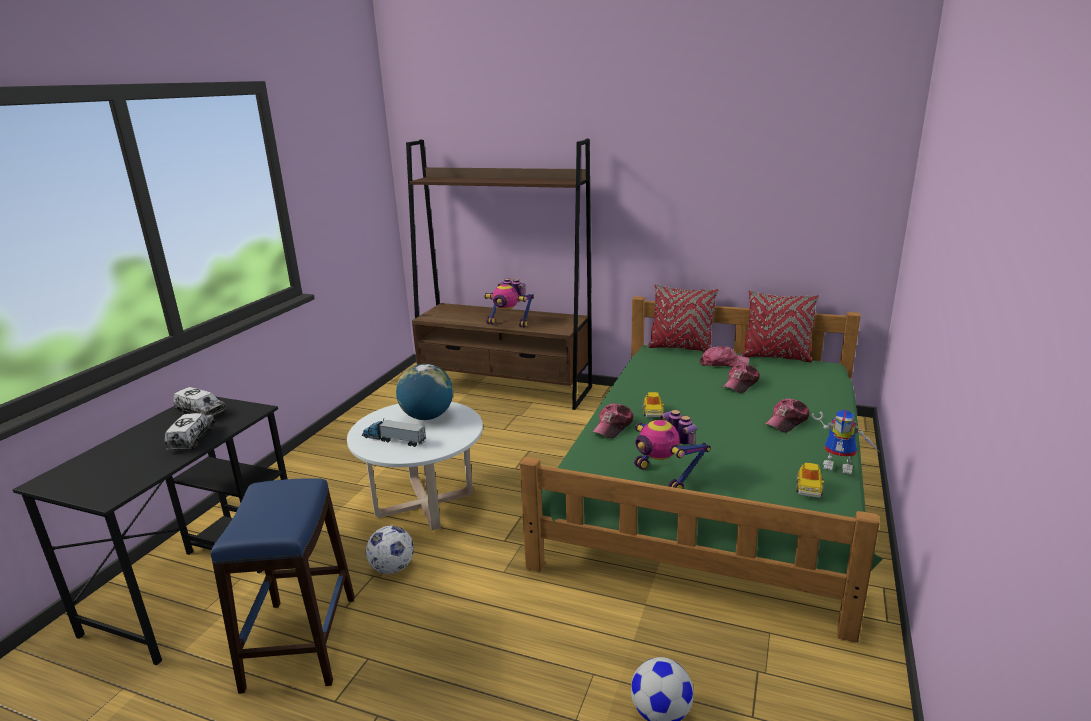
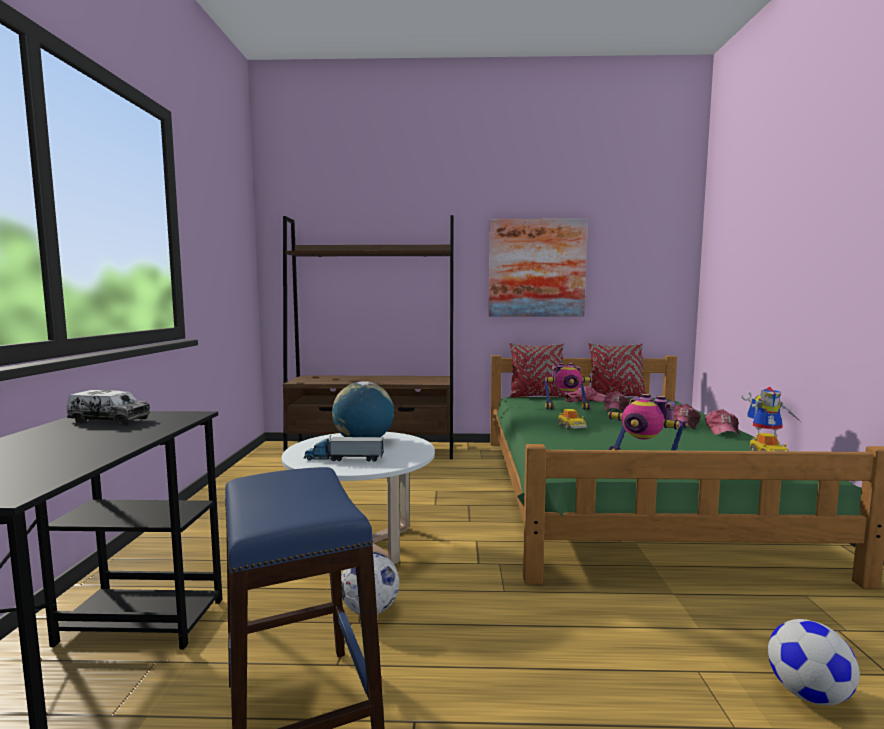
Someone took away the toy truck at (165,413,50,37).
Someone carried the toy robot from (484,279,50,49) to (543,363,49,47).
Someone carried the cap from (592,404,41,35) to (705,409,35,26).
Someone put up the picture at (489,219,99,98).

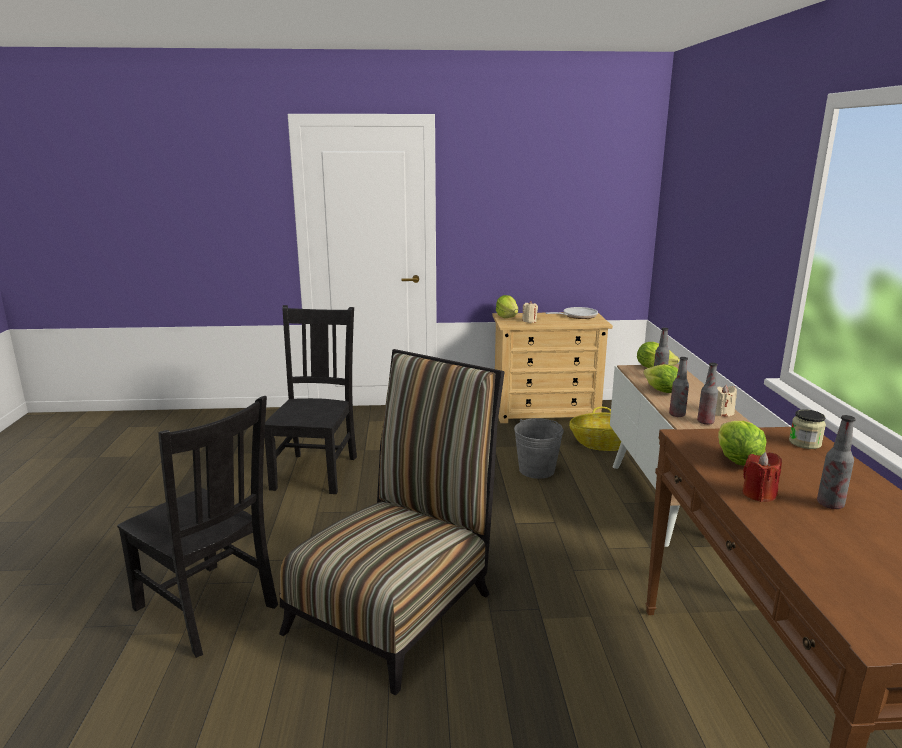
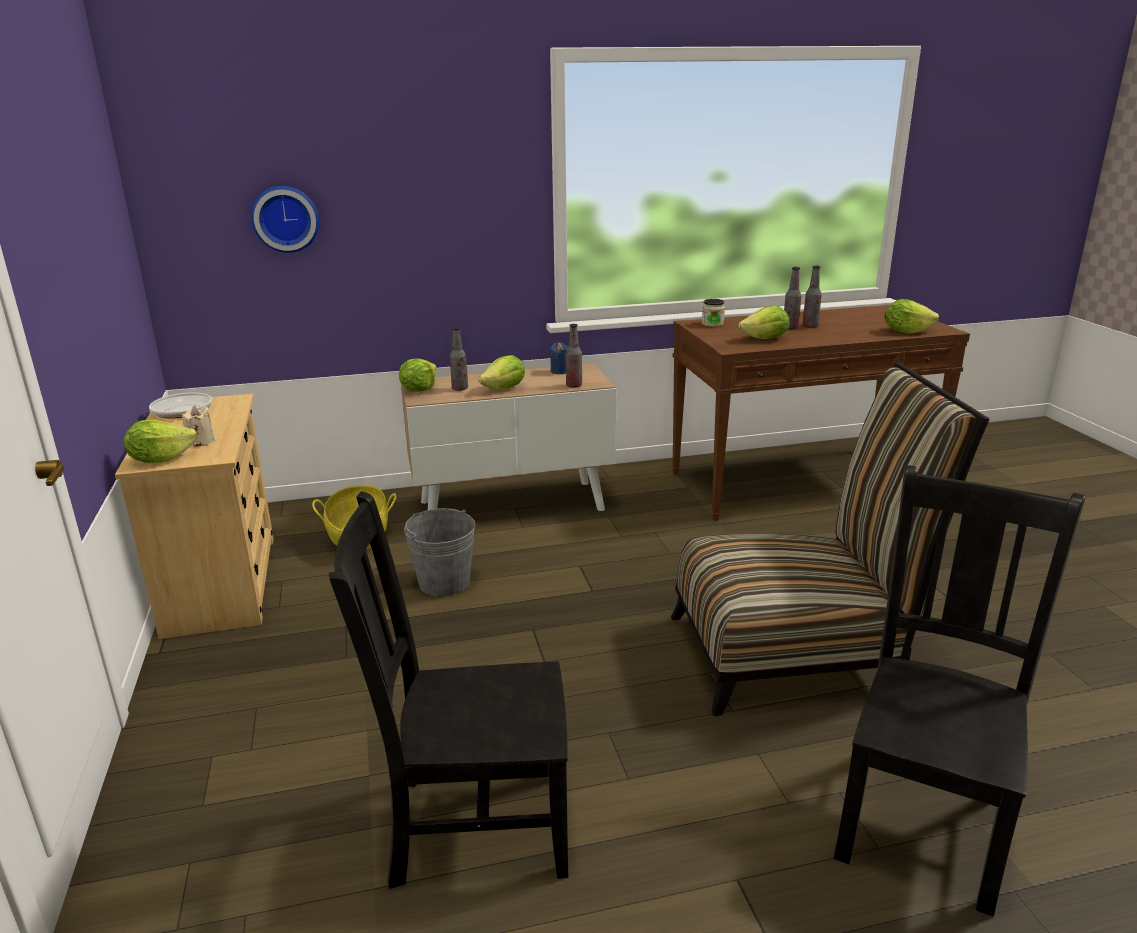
Someone rotated the chair at (279,349,226,346) by 150 degrees clockwise.
Someone carried the bottle from (697,363,21,62) to (784,267,18,62).
Someone repainted the candle in beige at (715,385,22,31), which became the candle in blue at (549,342,19,32).
Someone took away the candle in red at (743,452,39,50).
Someone put up the wall clock at (251,186,68,67).
Someone put down the lettuce at (885,299,54,35).

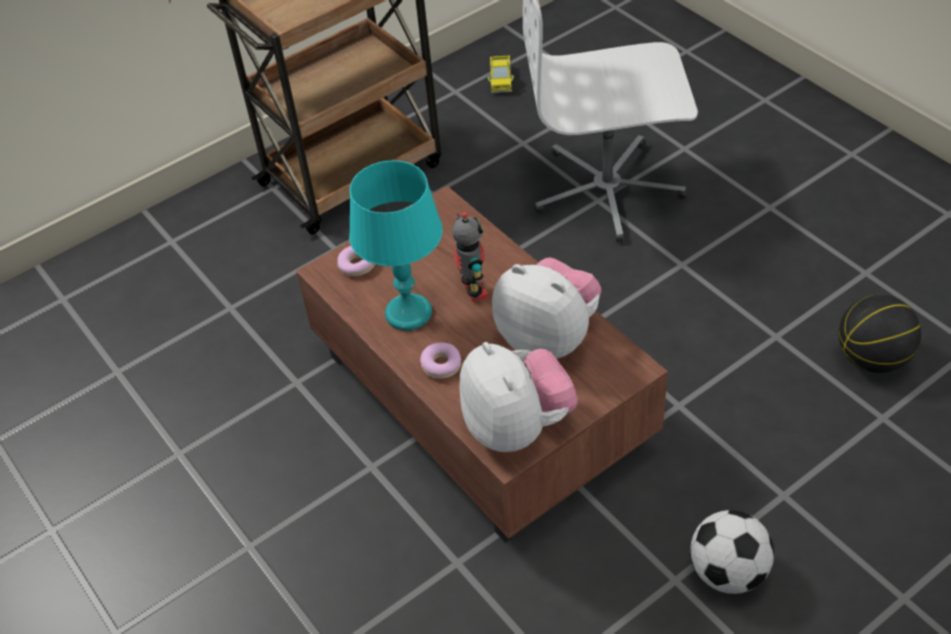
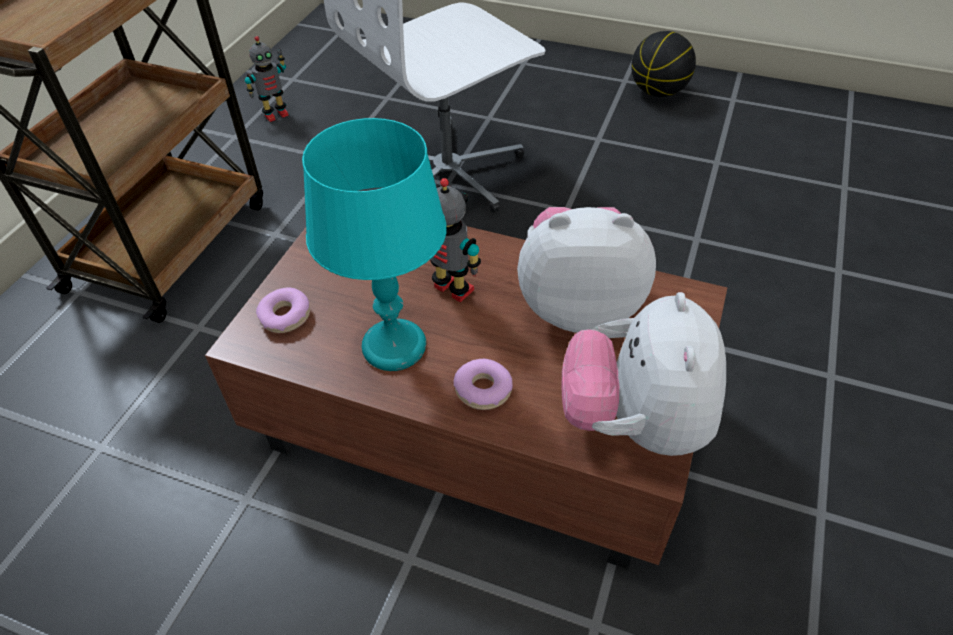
Someone rotated the plush toy at (459,342,118,110) by 120 degrees counterclockwise.
Someone swapped the toy truck at (488,56,26,37) for the toy robot at (245,36,44,86).
Someone took away the football at (690,510,84,84).
Someone carried the basketball from (839,295,82,78) to (631,31,65,66).

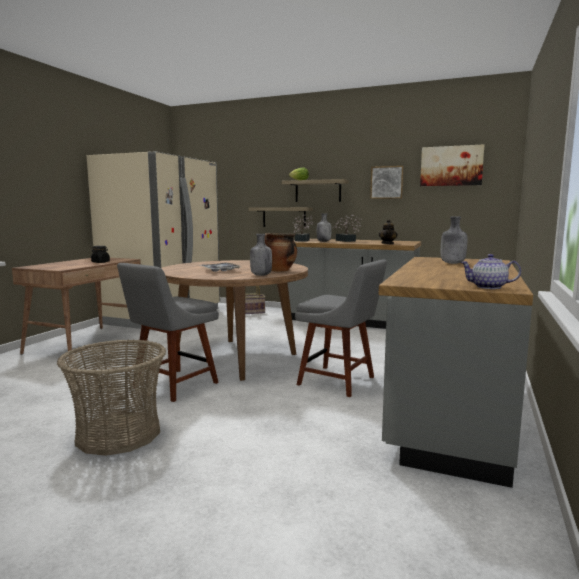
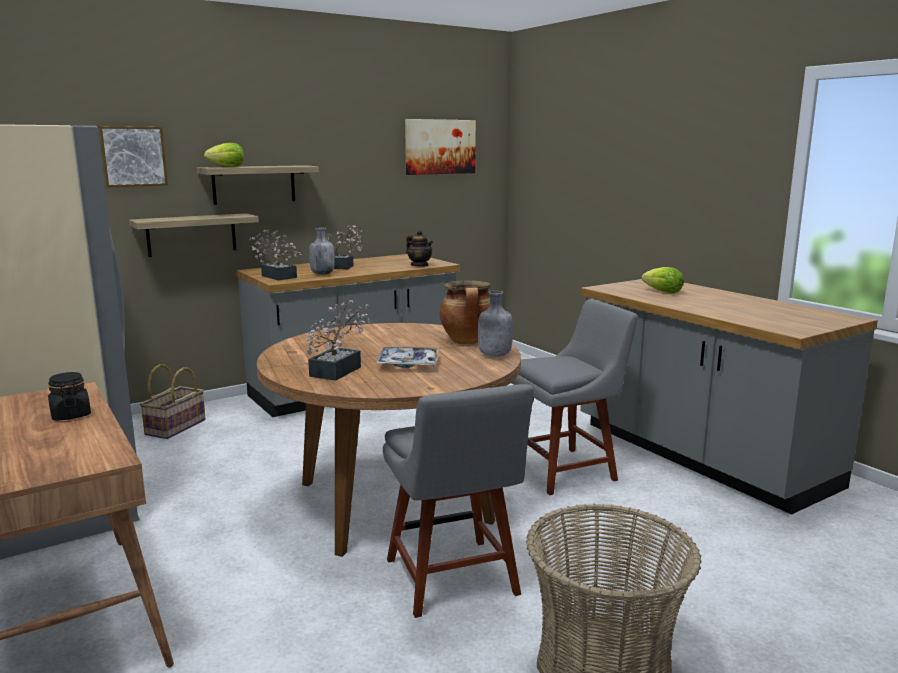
Someone carried the picture from (370,166,34,33) to (98,126,70,61).
Someone swapped the bottle in grey at (441,216,26,48) for the lettuce at (642,267,42,27).
Someone took away the teapot at (460,254,61,35).
Someone put down the potted plant at (306,300,65,81).

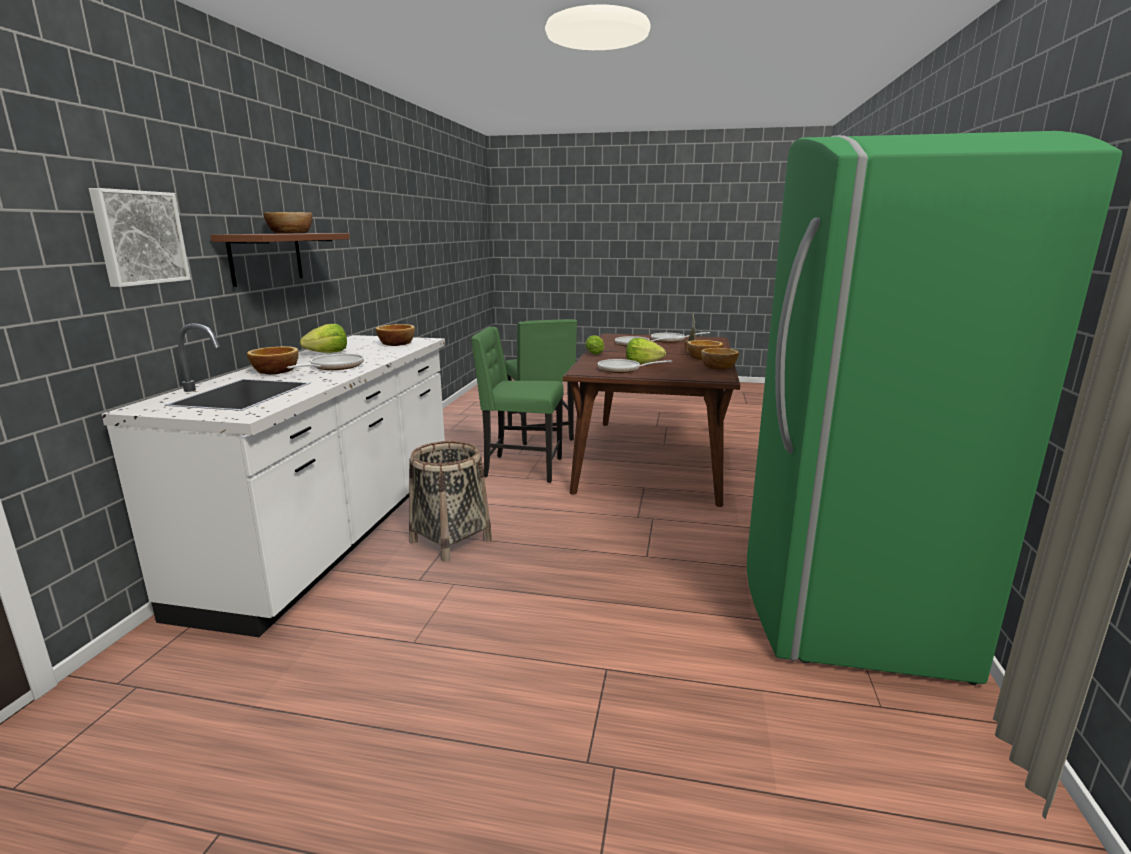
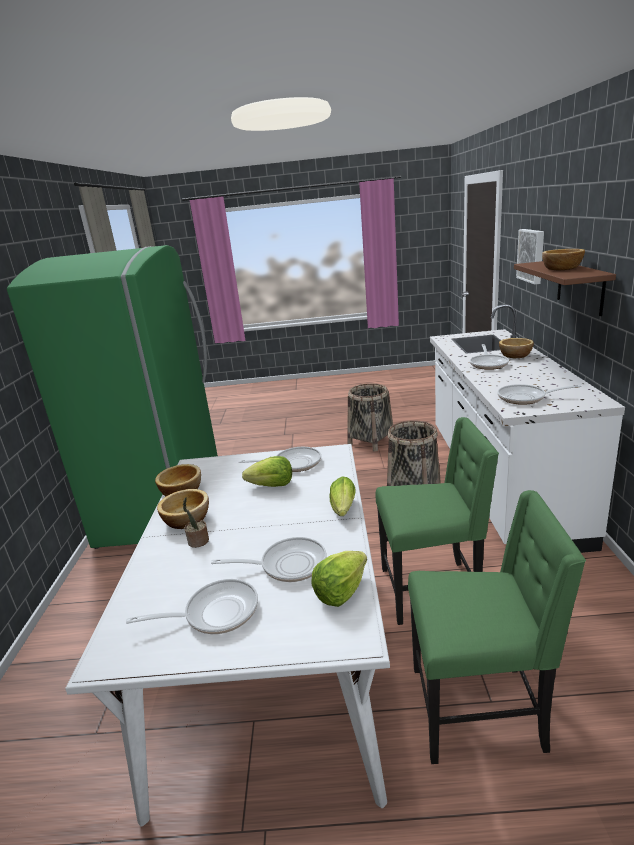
Someone carried the lettuce from (300,324,47,29) to (311,551,56,56).
Someone swapped the bowl at (376,324,39,22) for the frying pan at (497,384,85,21).
Someone rotated the chair in green at (505,319,72,126) by 120 degrees clockwise.
Someone repainted the dining table in brown at (563,333,177,174), which became the dining table in white at (65,444,325,383).
Someone put down the basket at (347,383,46,69).

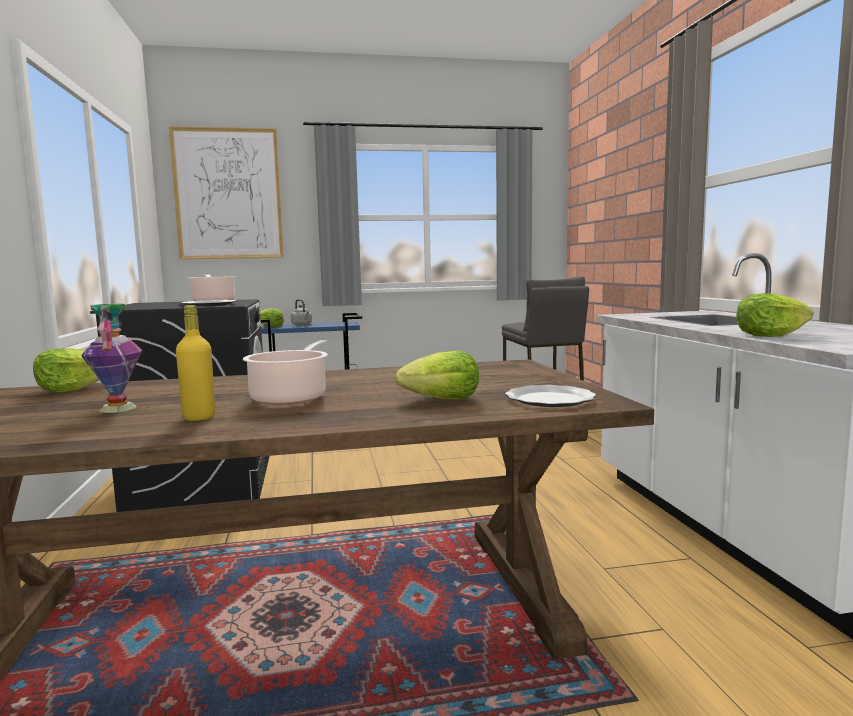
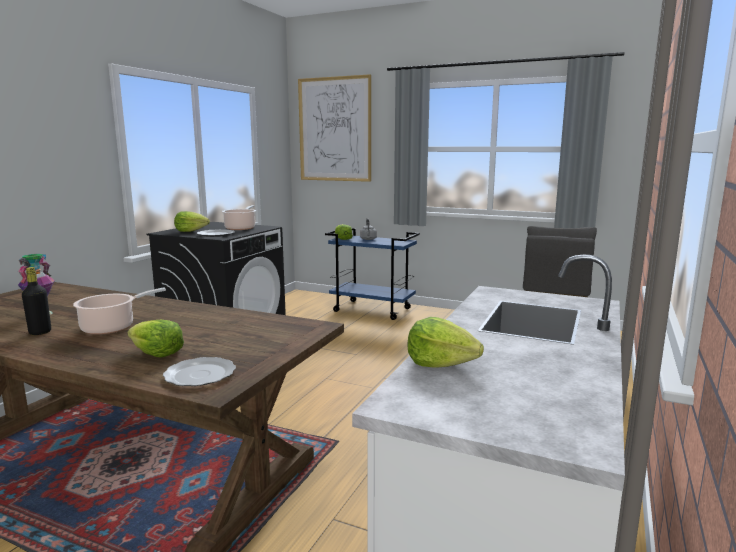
Someone carried the lettuce from (33,348,66,44) to (174,211,36,21).
Someone repainted the bottle in yellow at (176,305,39,116), which became the bottle in black at (22,267,29,68).

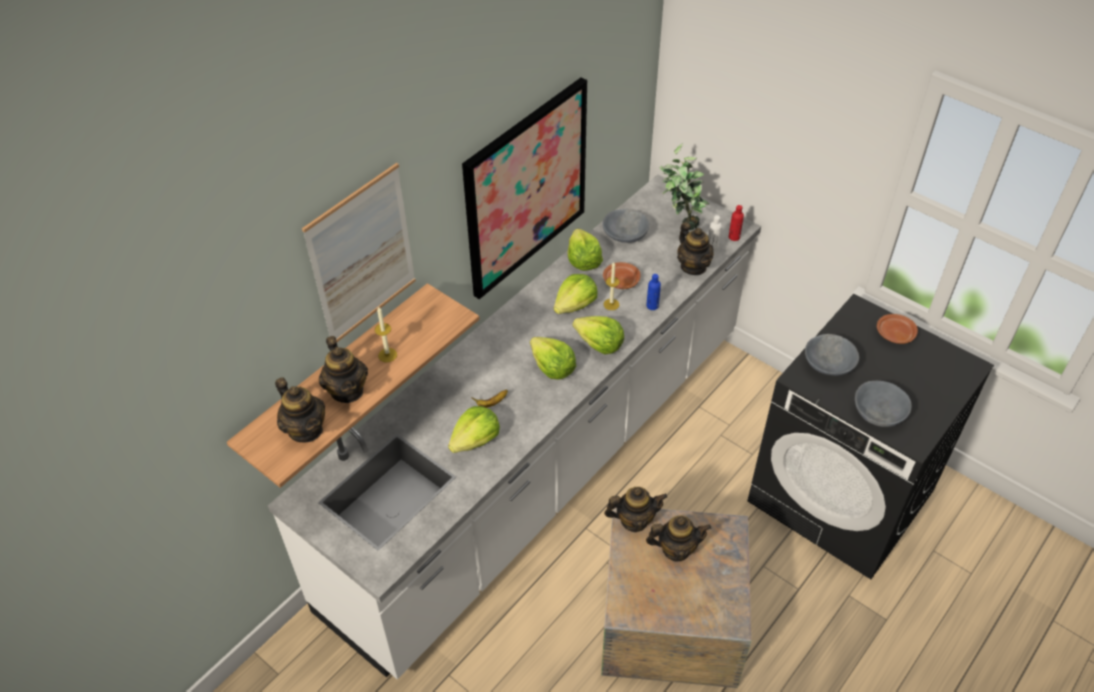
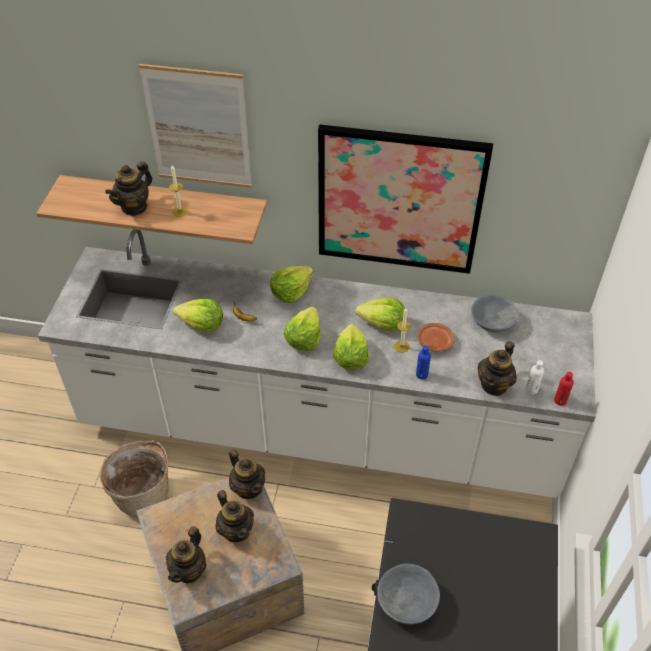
Someone carried the teapot from (275,377,50,66) to (166,526,40,57).
Someone carried the lettuce from (568,229,35,42) to (270,266,43,37).
Someone took away the potted plant at (660,143,49,87).
Someone took away the bowl in grey at (805,334,54,42).
Someone took away the plate in brown at (877,314,41,30).
Someone put down the basket at (100,440,69,77).

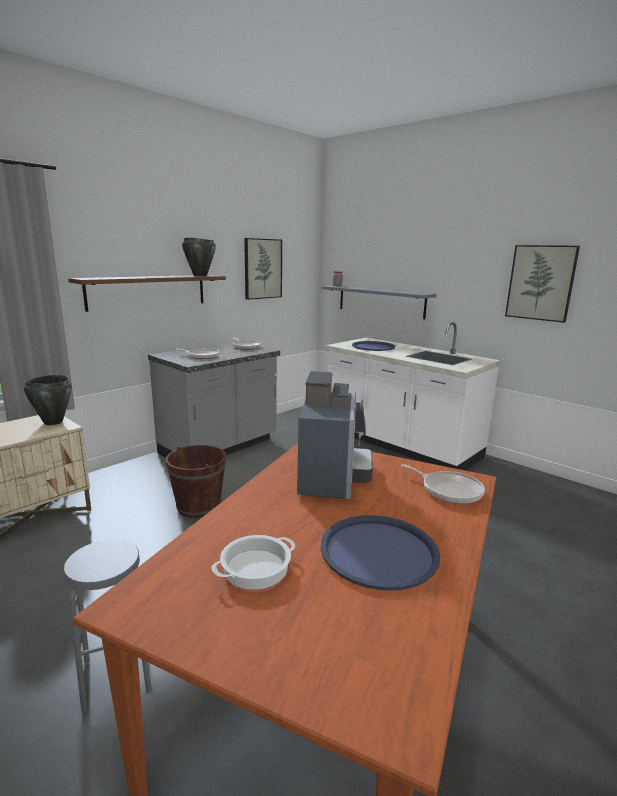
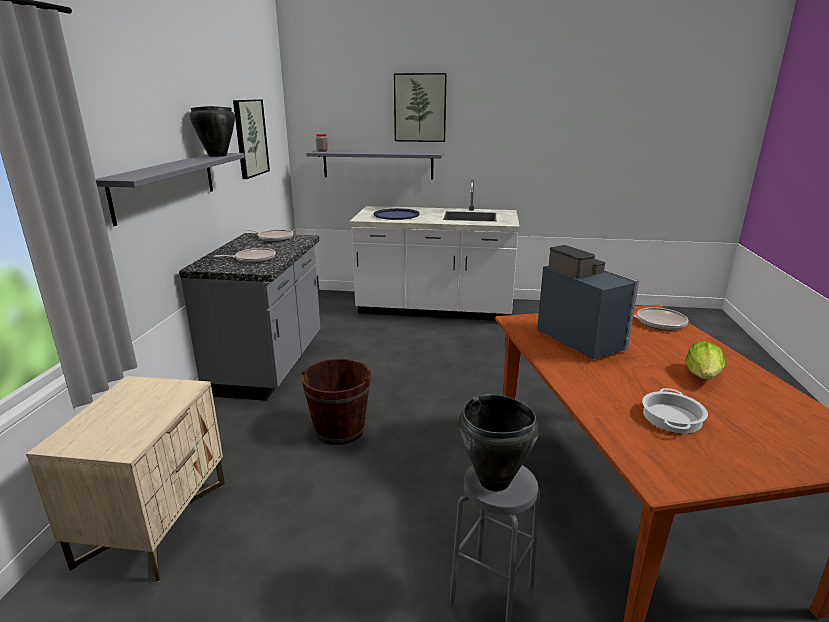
Someone carried the cooking pot in black from (24,375,48,50) to (459,394,80,97).
Someone repainted the shelf in brown at (68,275,158,37), which became the shelf in grey at (96,153,149,73).
Someone swapped the tray in blue at (321,515,119,76) for the lettuce at (685,341,40,39).
Someone carried the picture from (505,245,75,78) to (394,73,53,69).

